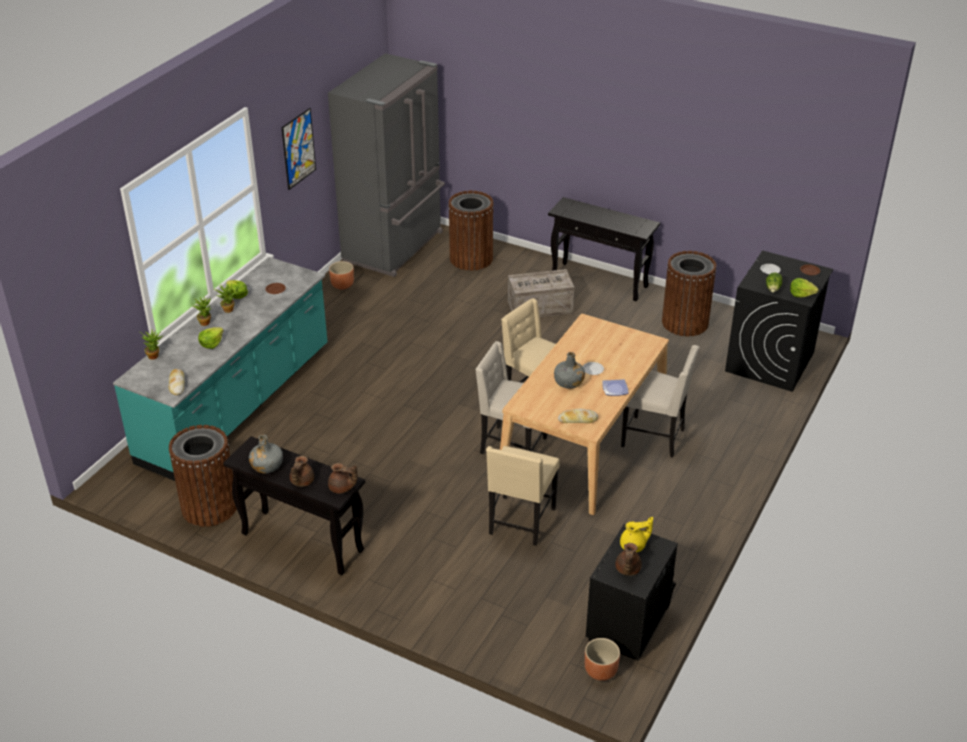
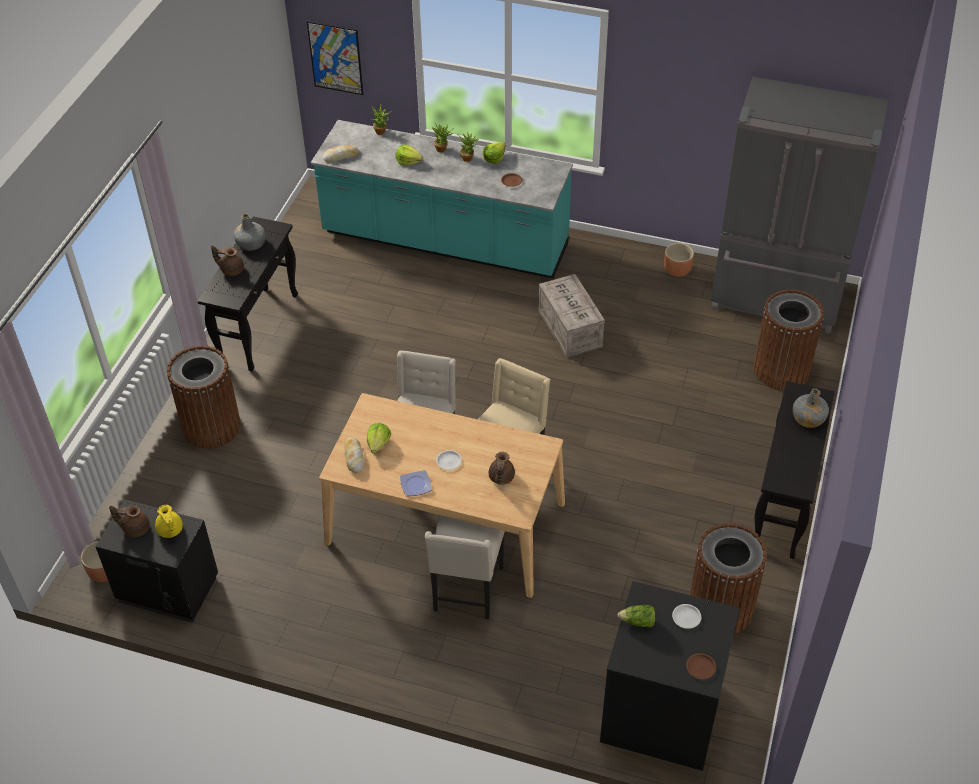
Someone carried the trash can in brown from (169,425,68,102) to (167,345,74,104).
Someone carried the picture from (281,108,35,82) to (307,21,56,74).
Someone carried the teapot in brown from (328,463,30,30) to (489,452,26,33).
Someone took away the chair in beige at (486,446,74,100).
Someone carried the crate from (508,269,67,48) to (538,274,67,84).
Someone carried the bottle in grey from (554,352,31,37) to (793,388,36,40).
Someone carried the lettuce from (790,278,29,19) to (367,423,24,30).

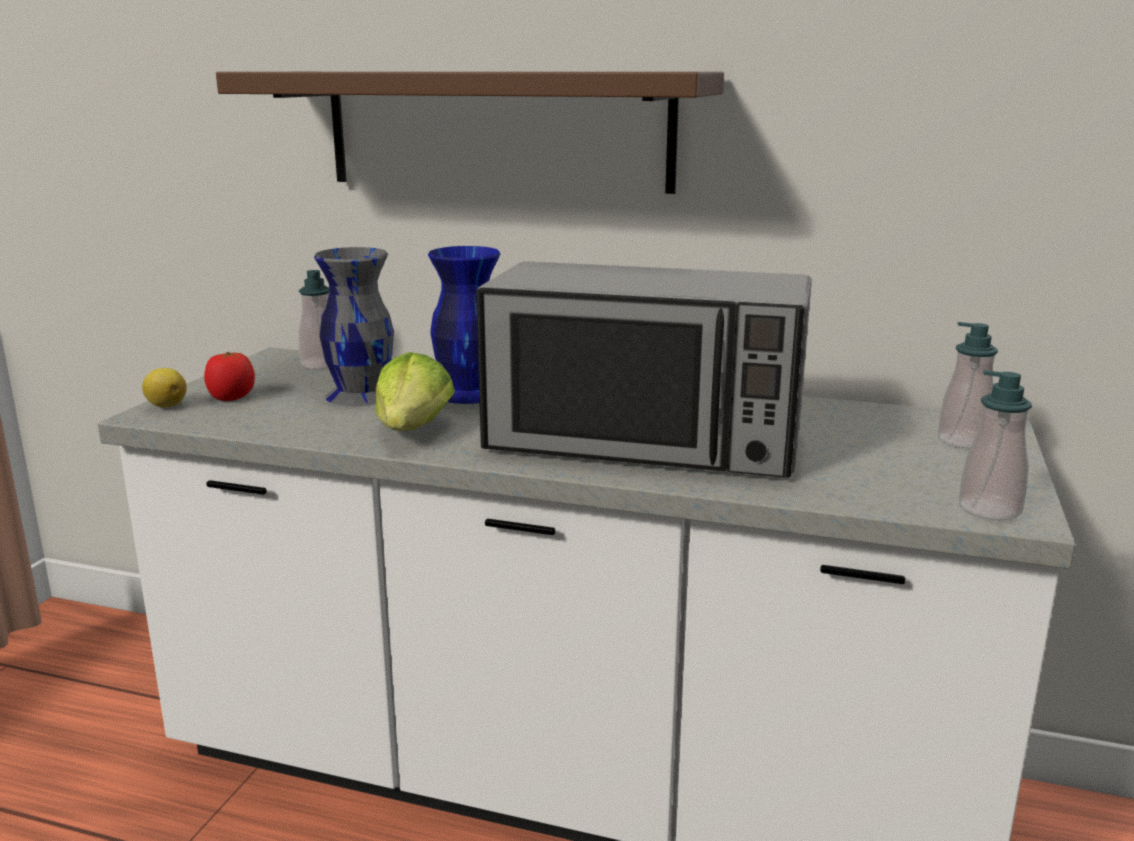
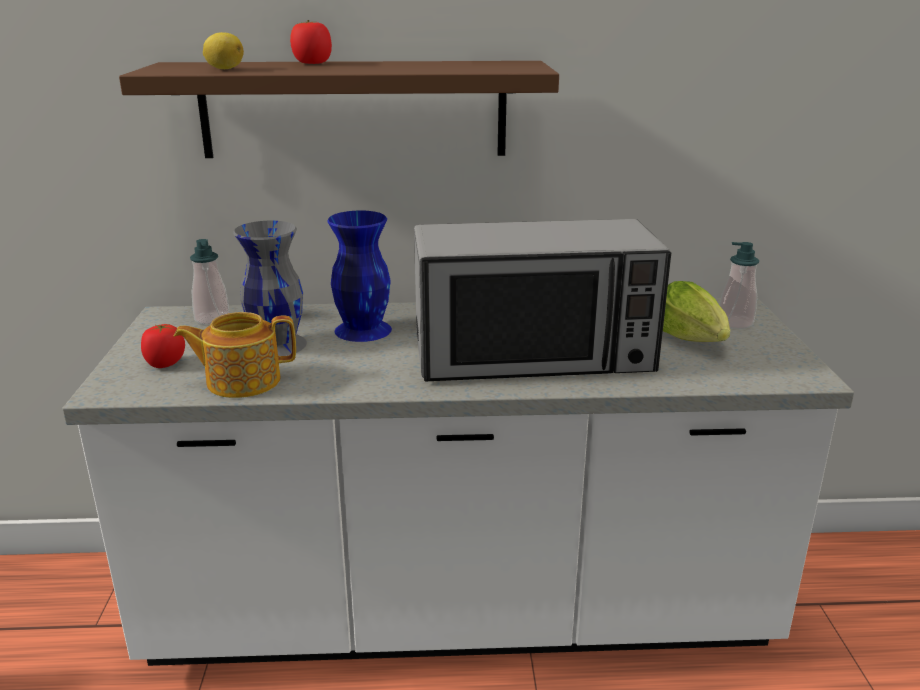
Someone carried the lemon from (142,368,45,39) to (203,32,41,37).
Someone carried the lettuce from (375,352,80,79) to (663,281,67,61).
Someone took away the soap dispenser at (959,370,73,150).
Someone put down the teapot at (173,312,123,86).
Someone put down the tomato at (290,20,42,44).

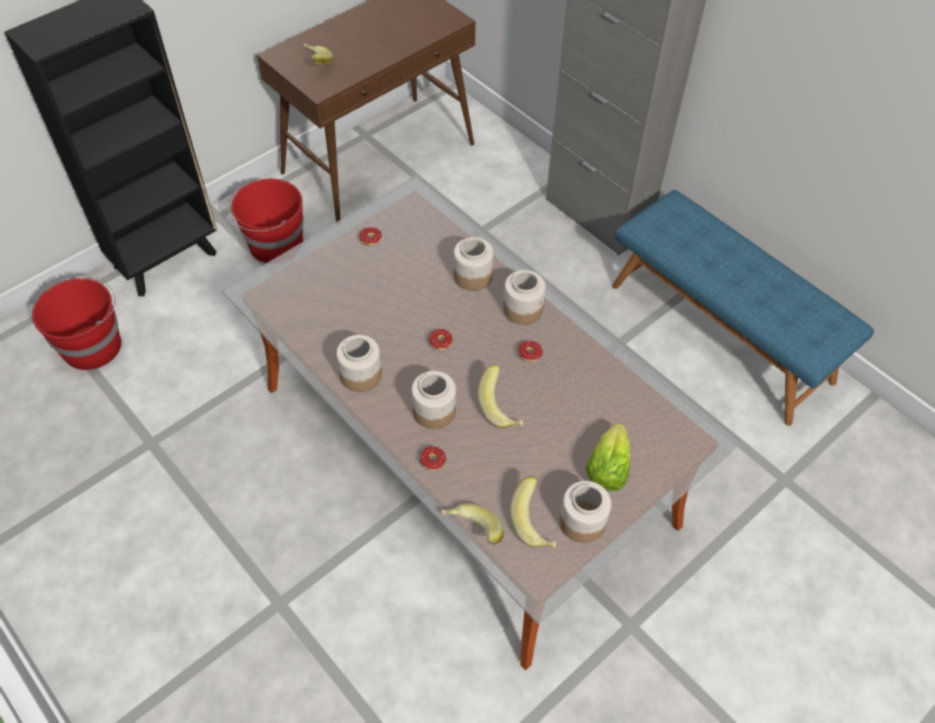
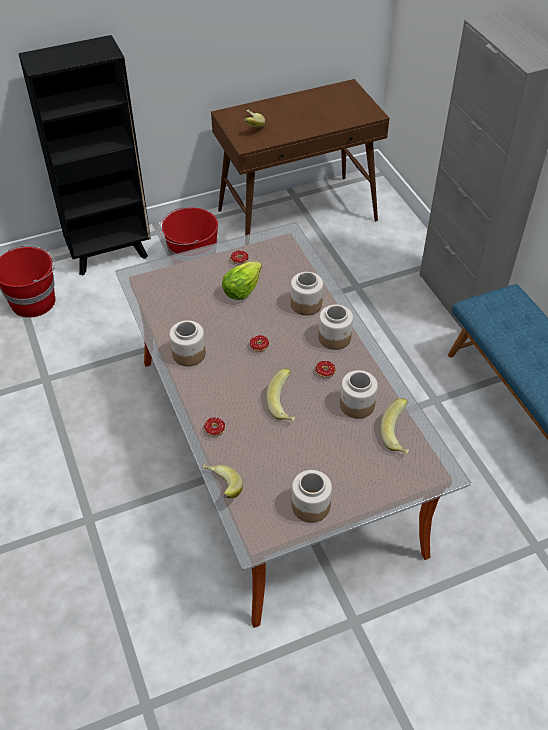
Someone carried the jar from (412,371,44,58) to (340,370,38,49).
Someone carried the banana from (510,476,46,72) to (380,398,29,56).
Someone carried the lettuce from (586,423,45,68) to (222,261,40,39).

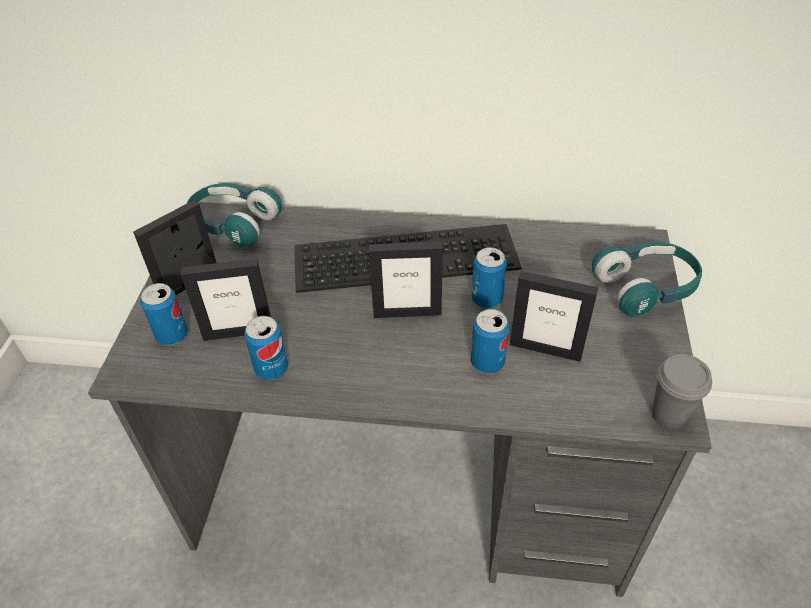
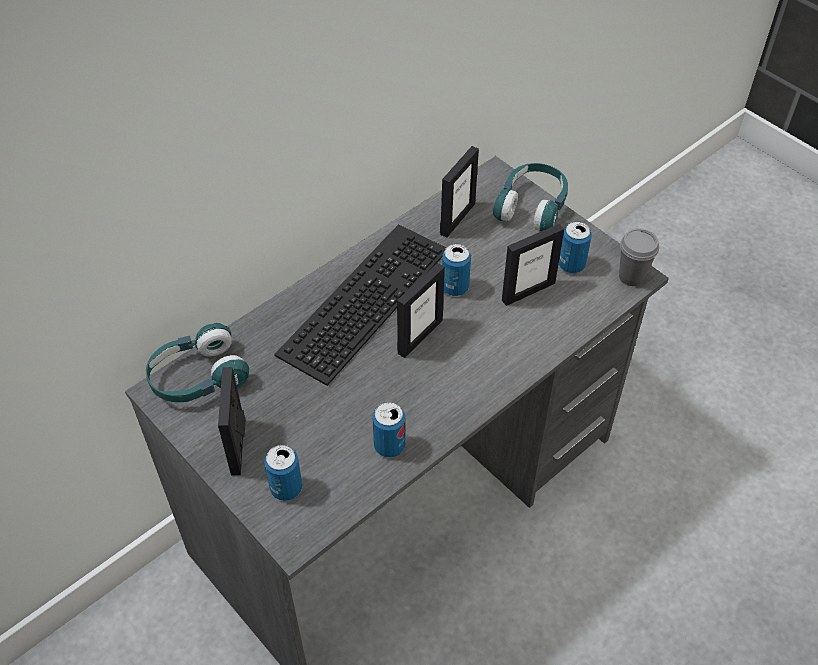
Someone carried the picture frame from (181,258,90,83) to (440,146,39,92).
Someone carried the can from (471,309,38,65) to (559,221,33,52).

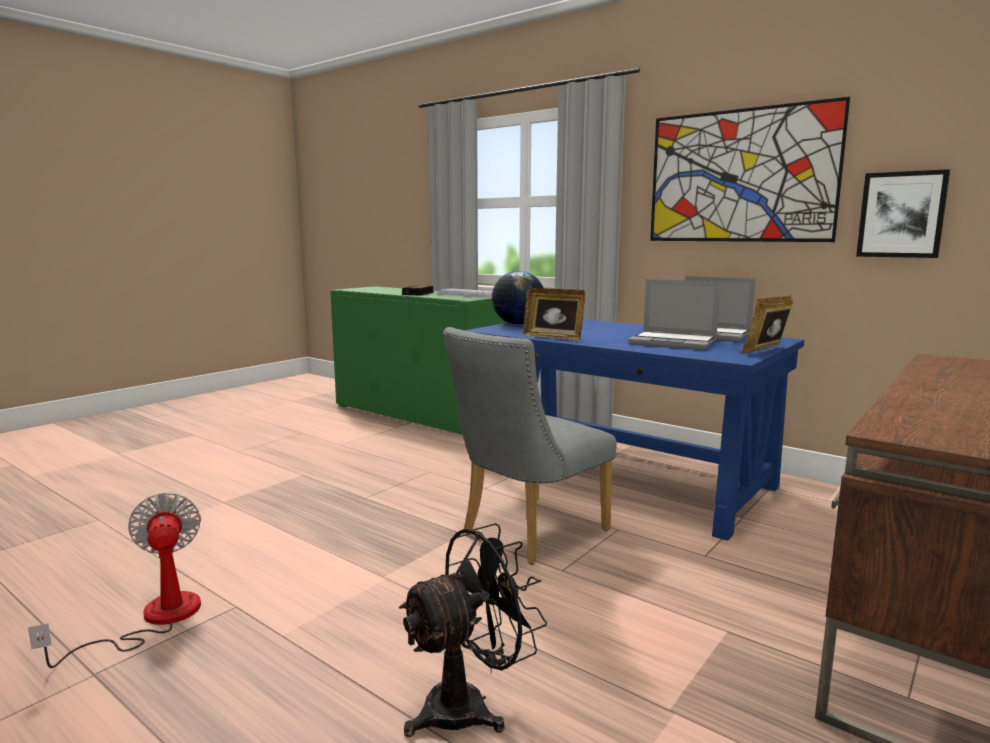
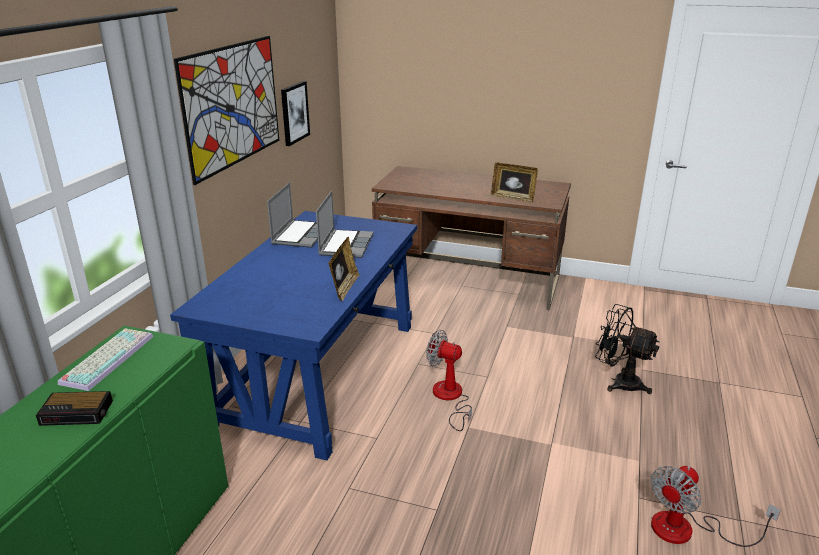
Someone swapped the chair in grey at (443,327,174,238) for the fan at (426,330,46,101).
Someone took away the globe at (492,271,52,54).
Someone carried the picture frame from (741,295,52,59) to (491,162,47,41).

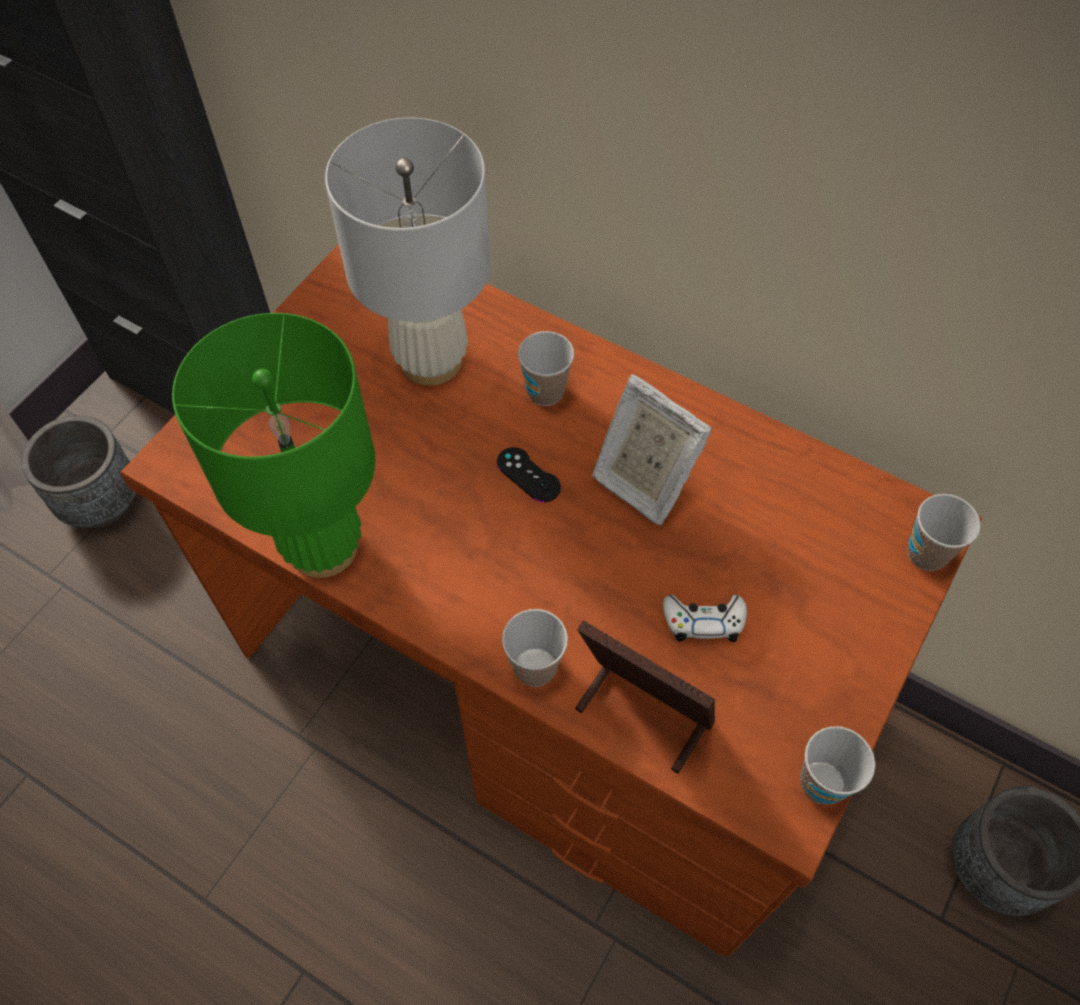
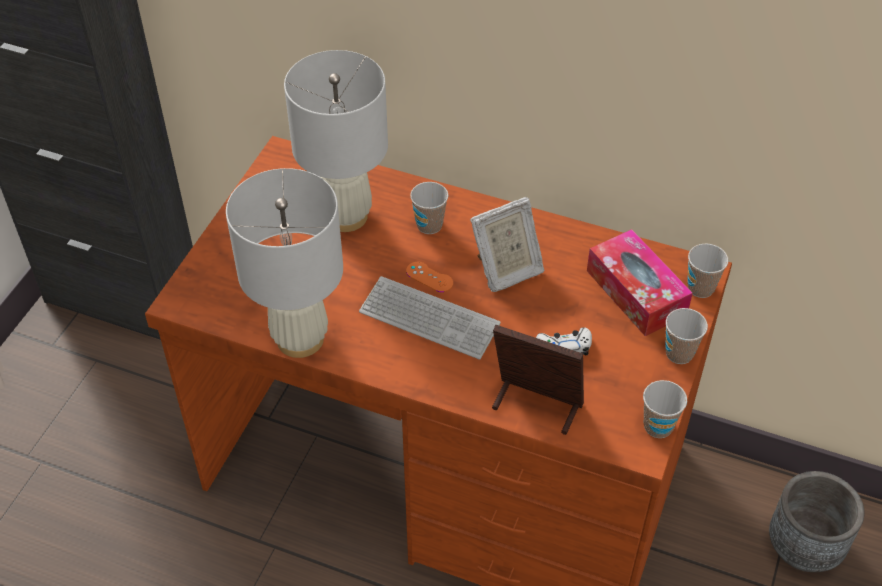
Someone took away the planter in grey at (21,415,115,113).
Someone repainted the table lamp in green at (172,313,203,265), which became the table lamp in white at (226,168,117,190).
Someone repainted the game controller in black at (497,447,64,55), which became the game controller in orange at (406,262,47,30).
Someone carried the cup from (502,609,66,78) to (665,308,43,56).
Someone rotated the picture frame at (592,374,120,151) by 60 degrees counterclockwise.
Someone put down the keyboard at (359,276,142,84).
Someone put down the tissue box at (587,229,106,107).

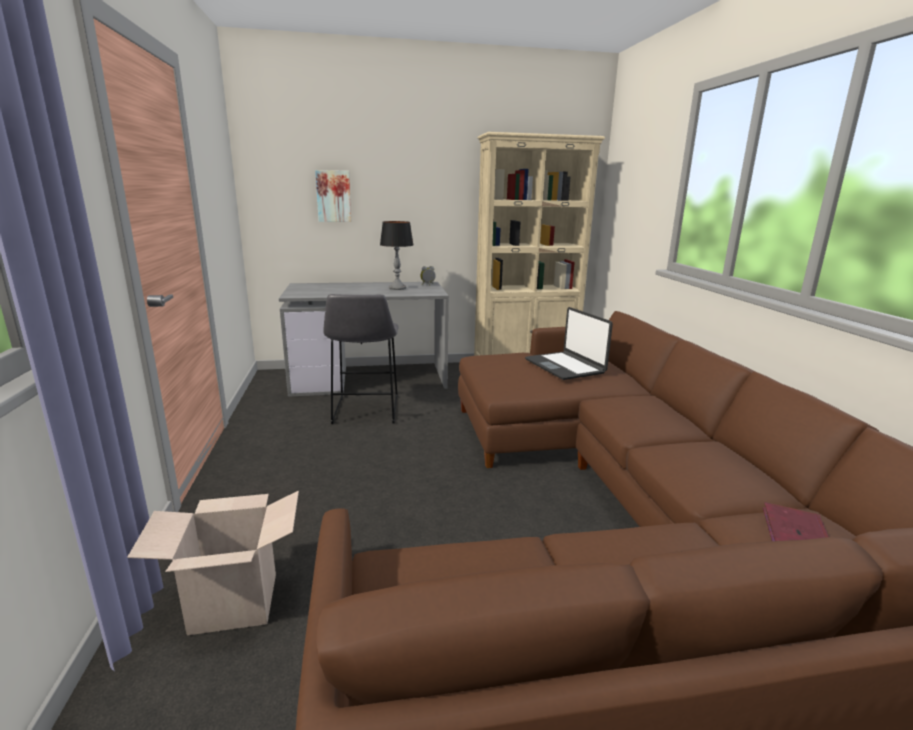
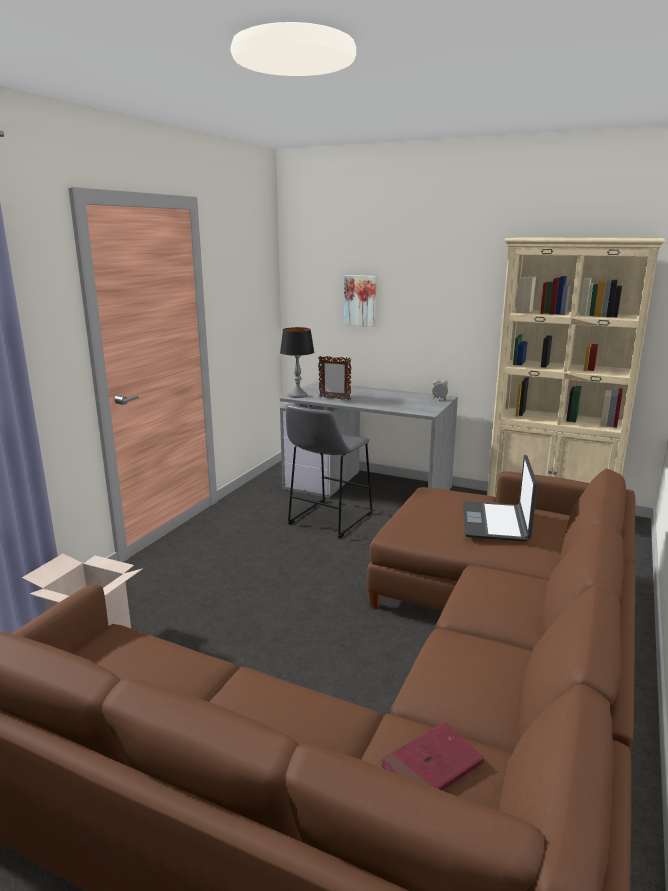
Someone carried the table lamp from (380,221,33,69) to (280,327,34,71).
Someone put down the picture frame at (318,356,34,44).

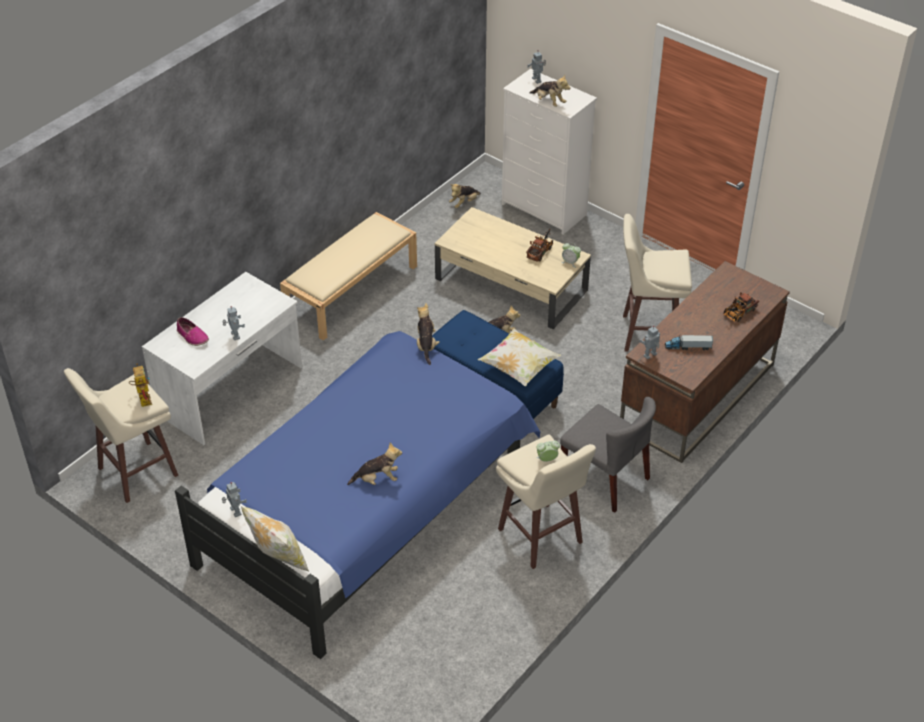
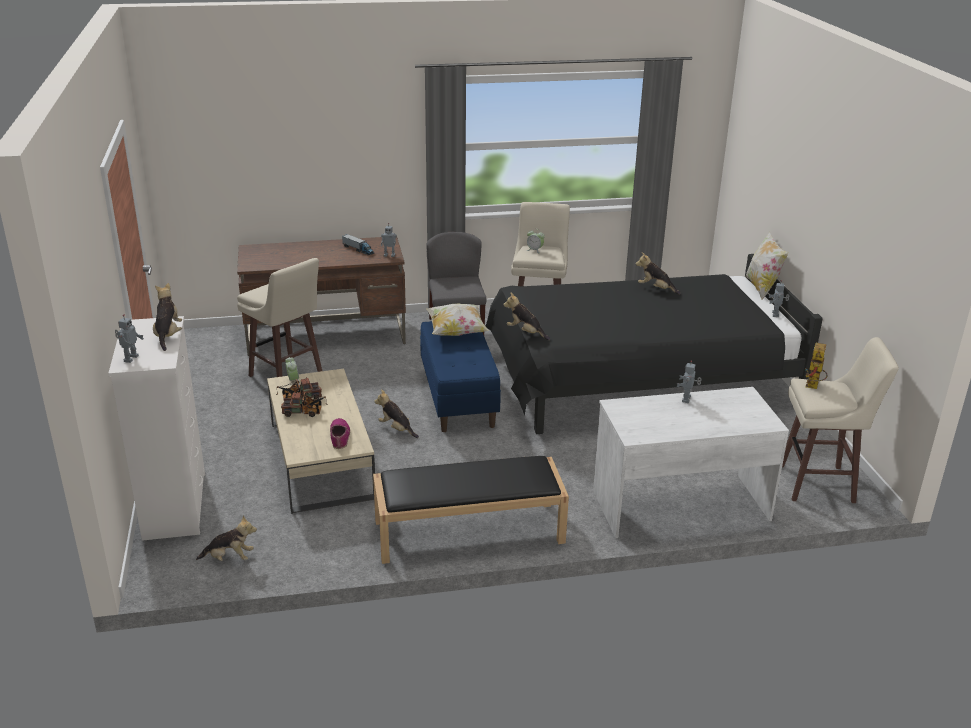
Someone repainted the bed in blue at (175,331,365,328), which became the bed in black at (486,254,337,180).
Someone carried the shoe from (177,317,32,29) to (330,418,20,31).
Someone repainted the bench in beige at (280,212,137,129), which became the bench in black at (373,456,196,108).
Someone rotated the plush toy at (417,303,23,62) by 90 degrees clockwise.
Someone carried the toy truck from (723,292,36,30) to (281,392,46,25).

